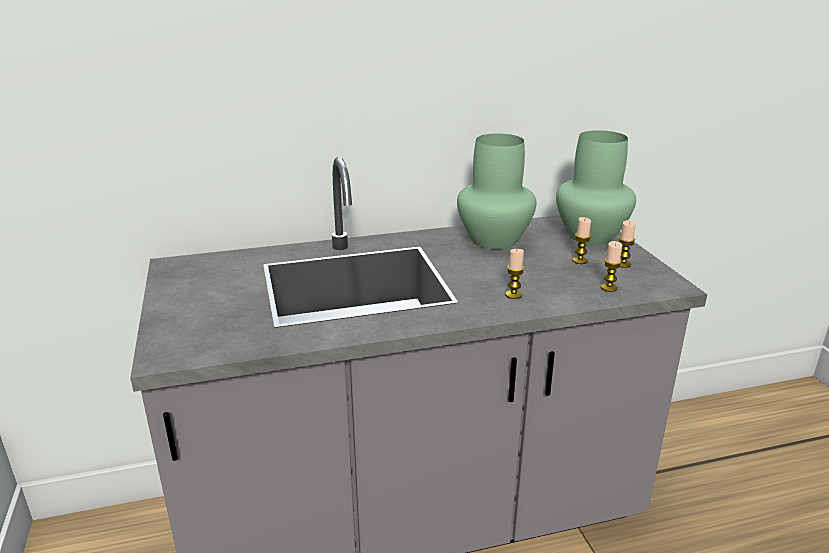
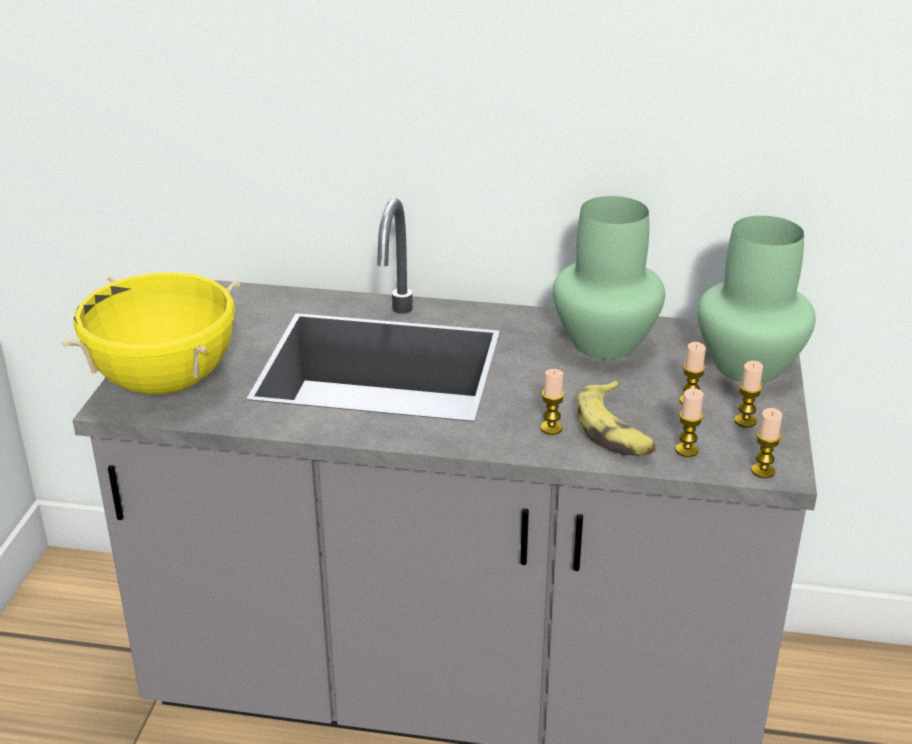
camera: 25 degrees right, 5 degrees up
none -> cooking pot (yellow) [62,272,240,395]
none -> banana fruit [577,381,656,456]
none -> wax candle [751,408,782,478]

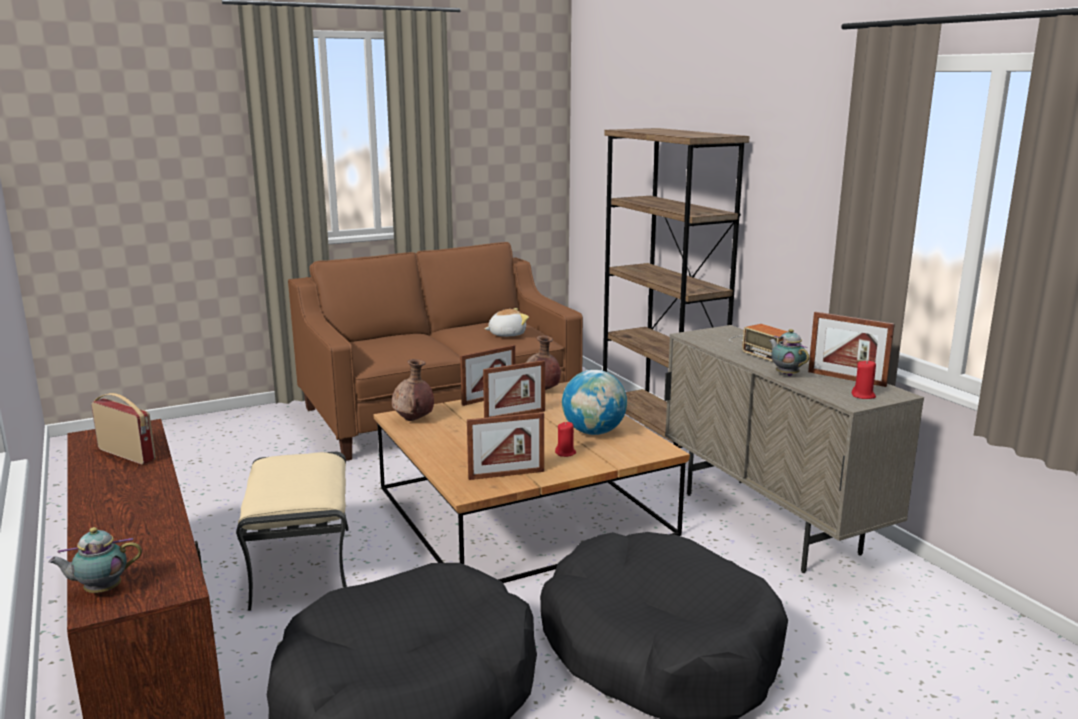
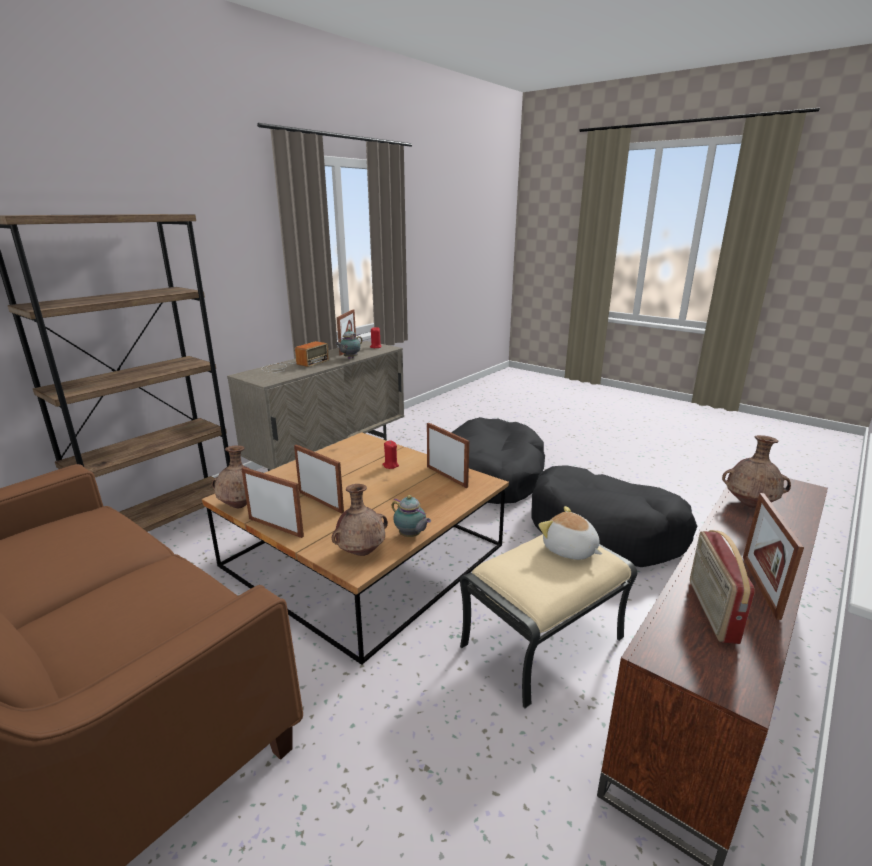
camera: 115 degrees left, 5 degrees up
plush toy [485,308,529,337] -> plush toy [538,506,602,560], move
globe [562,370,627,435] -> none
pot for tea [48,527,142,593] -> pot for tea [392,495,431,537], move
none -> vase (brown-coloured) [722,435,791,508]
none -> photo frame [743,493,804,620]

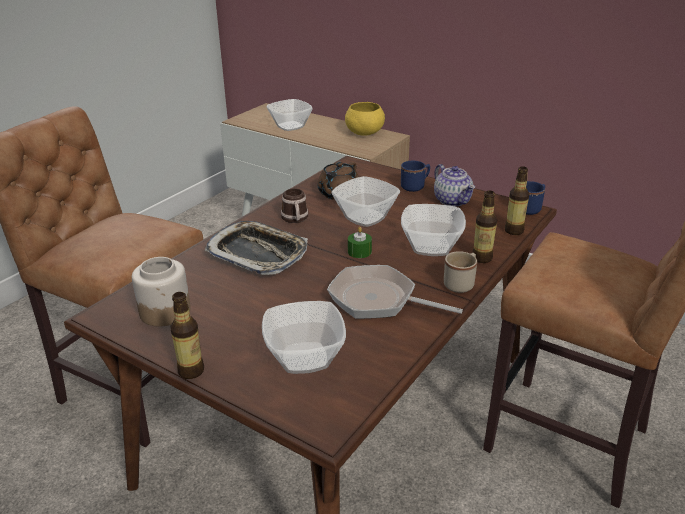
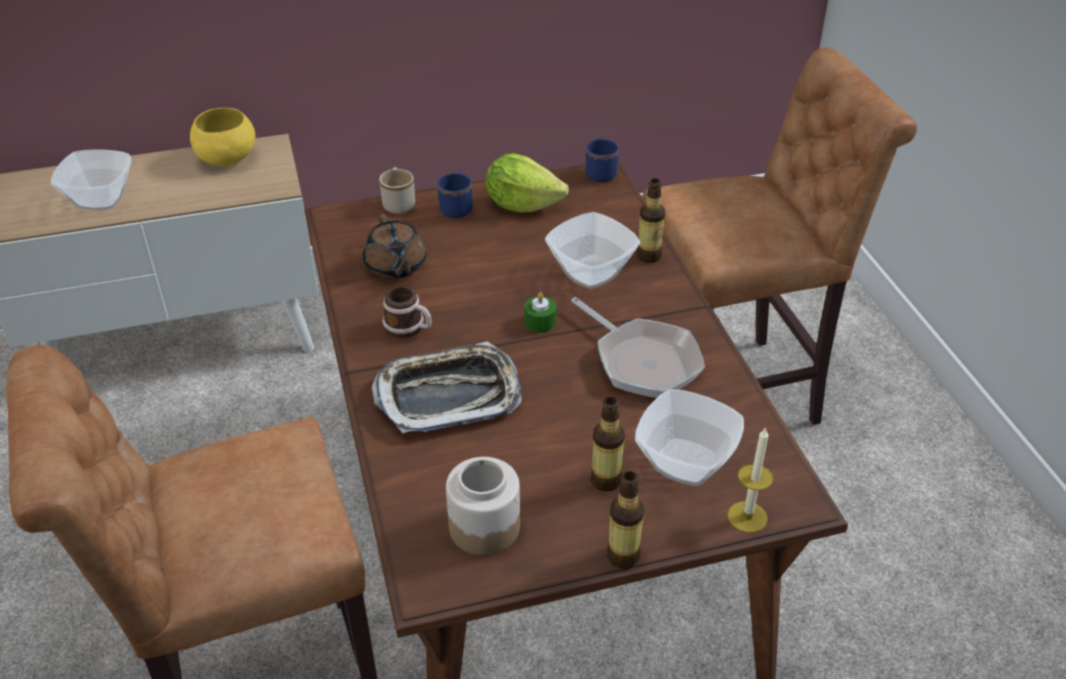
camera: 50 degrees left, 10 degrees up
pot for tea [434,164,475,207] -> lettuce [486,153,569,213]
drink bottle [505,166,529,235] -> drink bottle [590,397,625,491], move
serving bowl [331,176,400,227] -> none
tea mug (beige) [444,251,477,293] -> tea mug (beige) [379,167,415,214], move
frying pan [327,265,463,319] -> frying pan [571,297,705,398], 105 degrees counterclockwise
none -> wax candle [728,427,773,533]

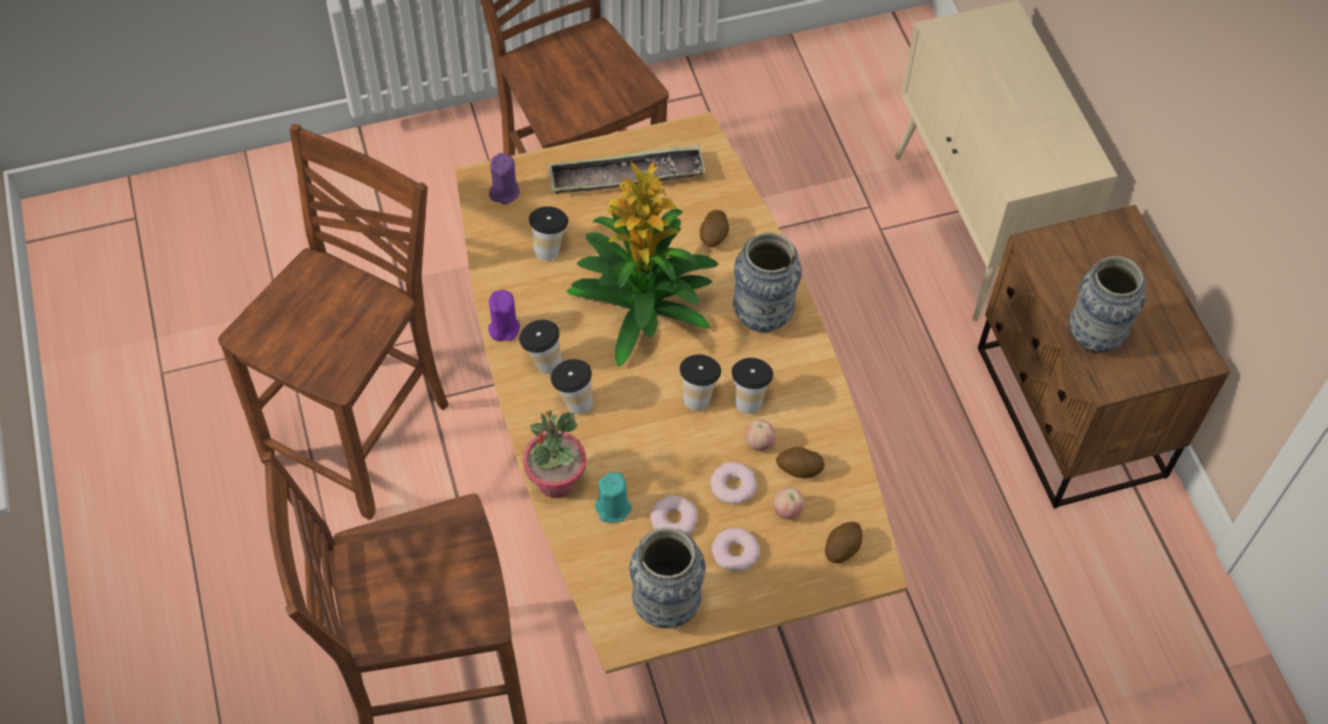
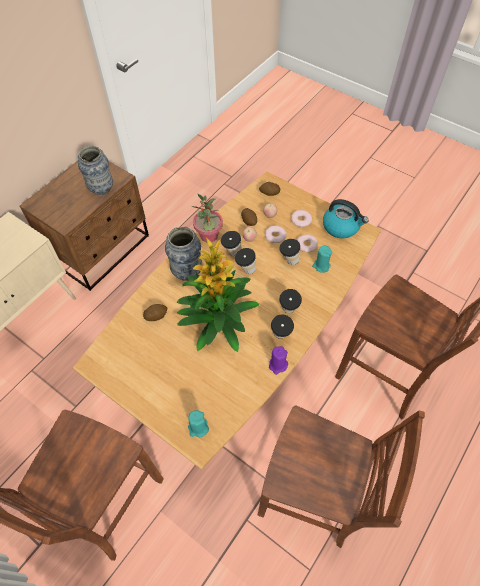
camera: 125 degrees left, 0 degrees up
plain chair (brown-coloured) [218,124,449,520] -> plain chair (brown-coloured) [258,405,425,548], 150 degrees counterclockwise
tray [547,145,706,194] -> none
wax candle (purple) [489,153,520,205] -> wax candle (turquoise-coloured) [188,410,209,437]
drinking cup [529,206,568,260] -> drinking cup [280,239,300,265], move
houseplant [523,410,586,498] -> houseplant [191,194,223,242], move
vase [629,528,705,629] -> tea kettle [323,199,369,239]

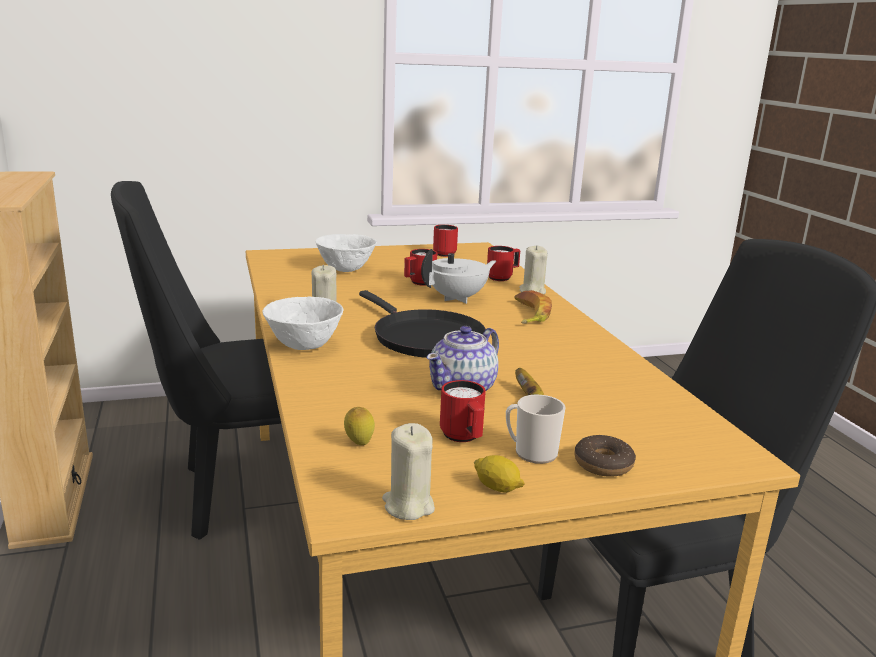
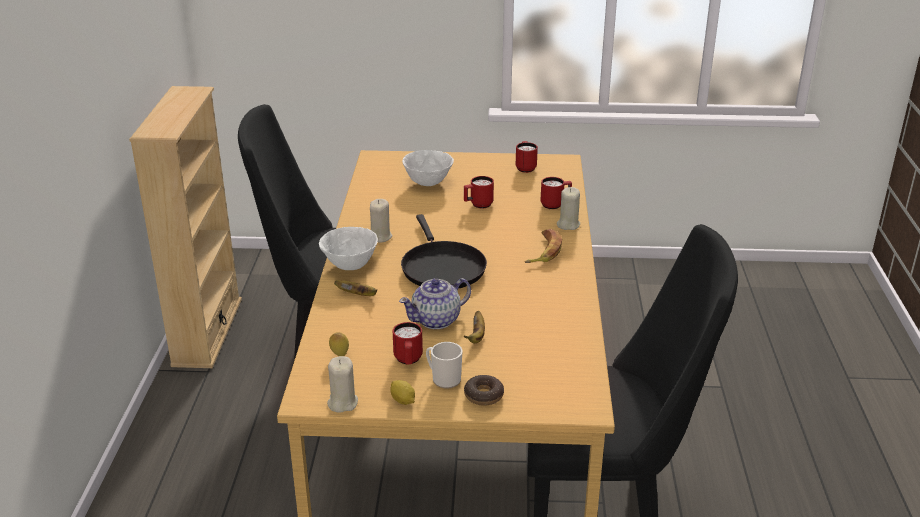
camera: 20 degrees right, 10 degrees up
pot for tea (whitish) [421,249,496,304] -> none
none -> banana fruit [334,280,377,296]

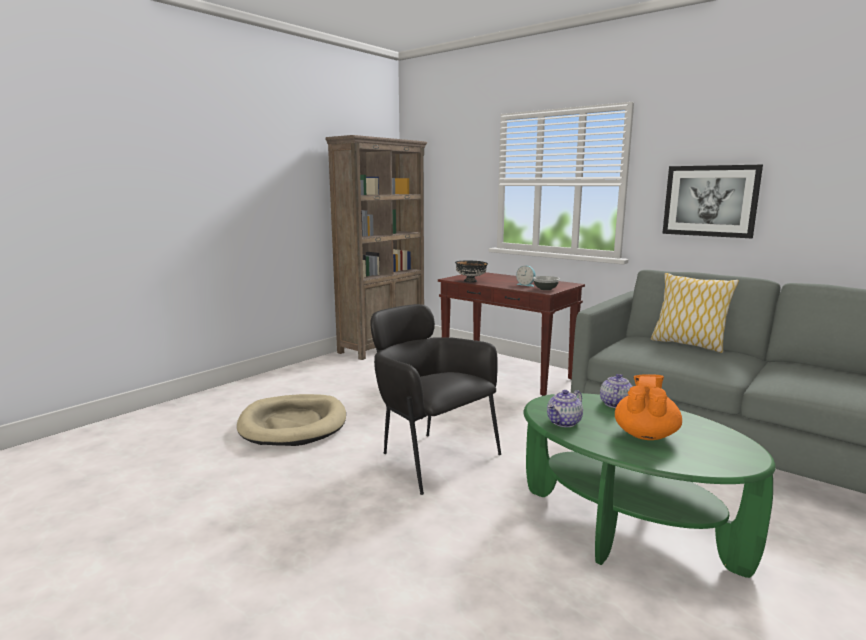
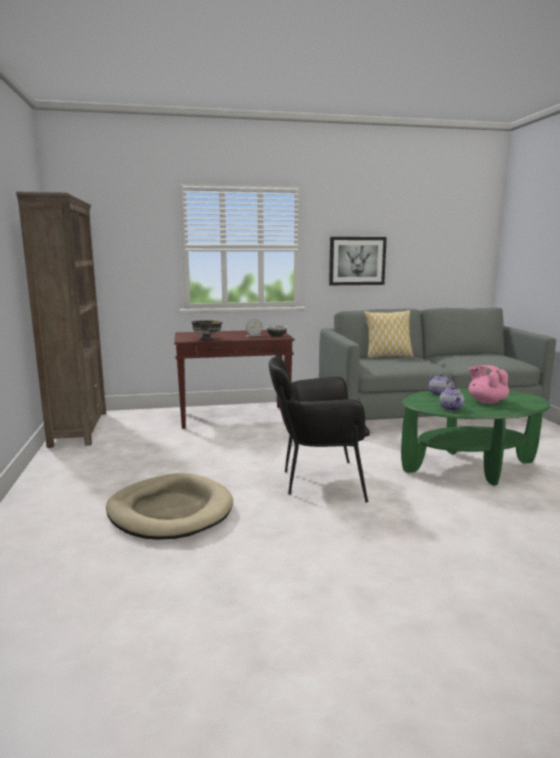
camera: 50 degrees left, 0 degrees up
pot for tea (orange-coloured) [615,374,682,440] -> pot for tea (pink) [469,365,509,404]

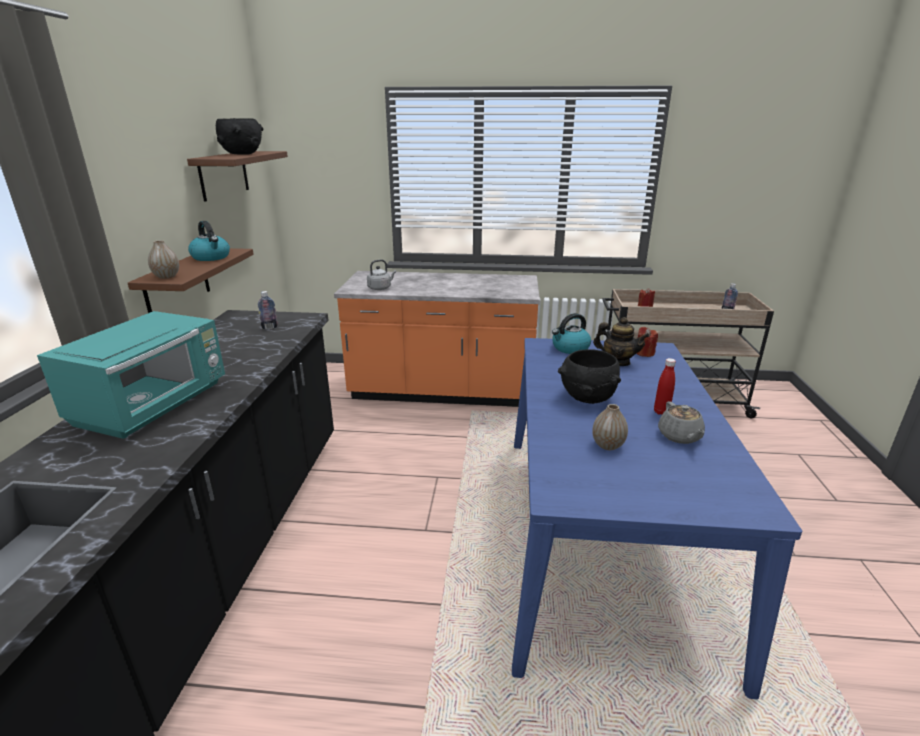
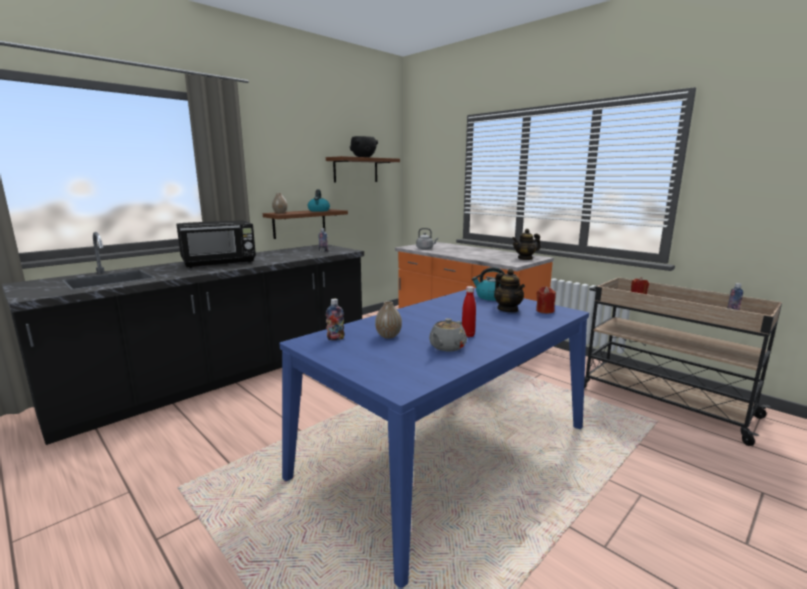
camera: 40 degrees right, 10 degrees down
microwave (turquoise-coloured) [37,311,225,439] -> microwave (blackish) [176,220,256,268]
serving bowl (blackish) [558,349,621,404] -> none
none -> pot for tea [512,229,541,260]
none -> drink bottle [326,299,345,341]

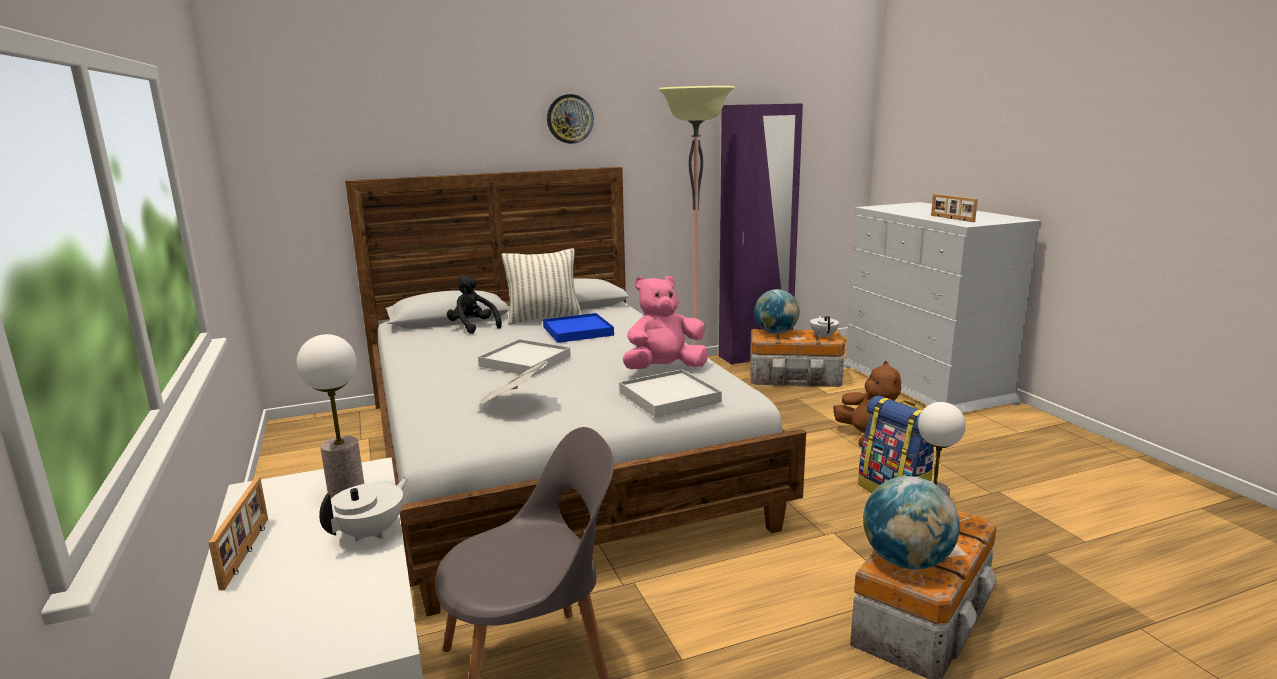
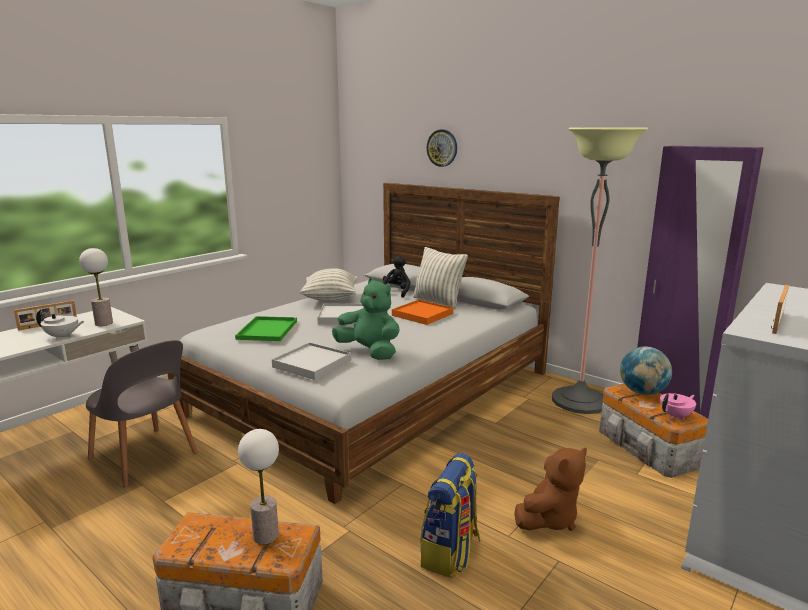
camera: 60 degrees right, 0 degrees up
wall clock [547,94,594,144] -> wall clock [427,130,457,167], move
plush toy (pink) [623,276,708,369] -> plush toy (green) [332,278,400,360]
tray (blue-coloured) [543,313,614,343] -> tray (orange-coloured) [392,300,453,325]
pot for tea (whitish) [810,316,839,338] -> pot for tea (pink) [660,393,696,420]
printed paper [478,361,548,406] -> tray (green) [235,316,297,341]
globe [863,476,960,570] -> none
none -> cushion [300,268,358,302]

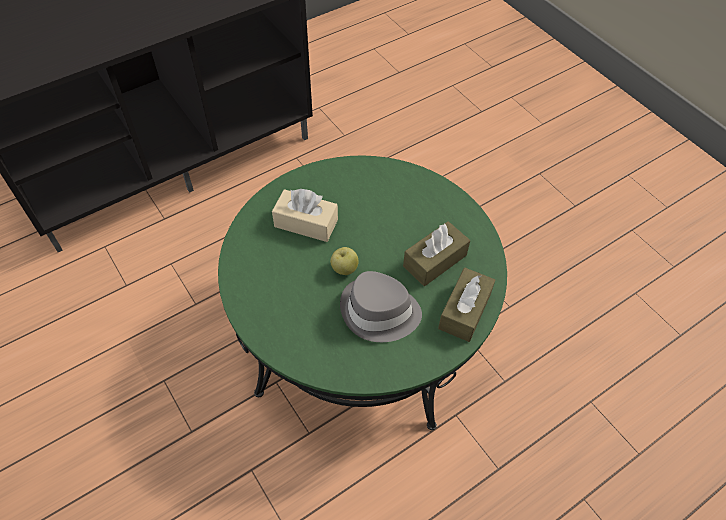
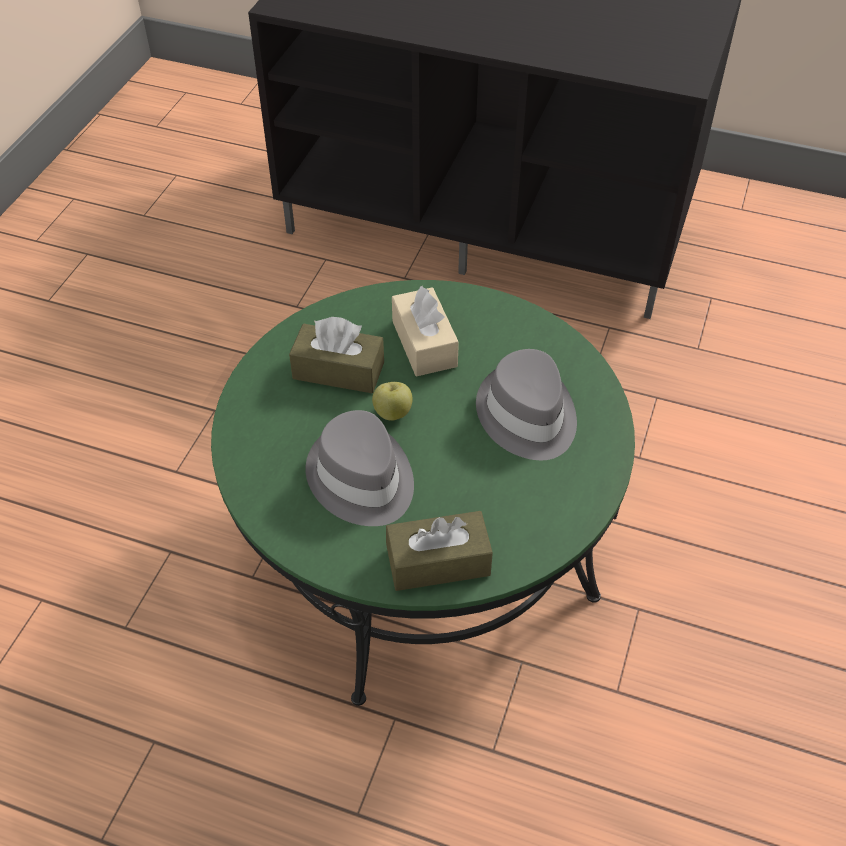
camera: 55 degrees right, 5 degrees down
tissue box (brown-coloured) [403,221,470,286] -> tissue box (brown-coloured) [289,317,384,393], move
none -> wearable hat (greyish) [476,349,577,460]

